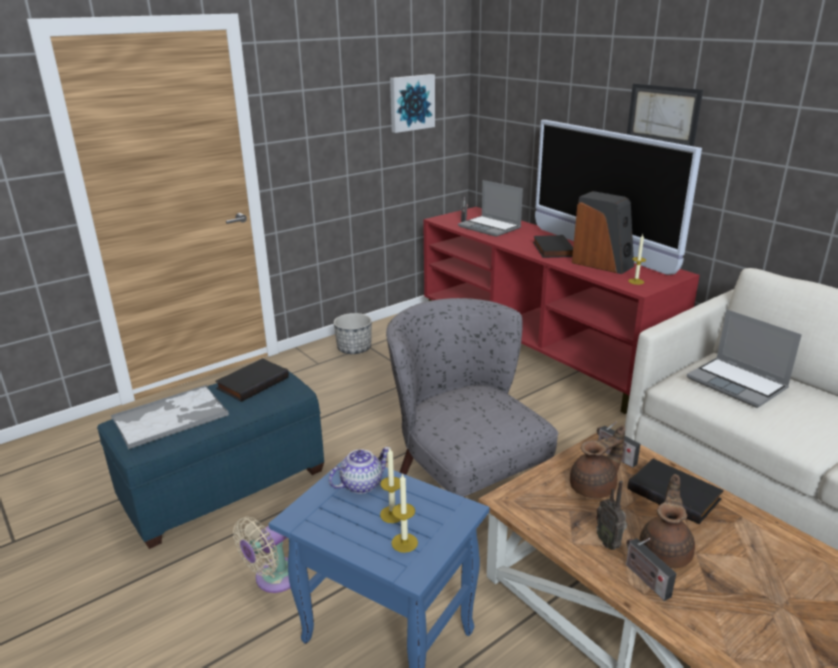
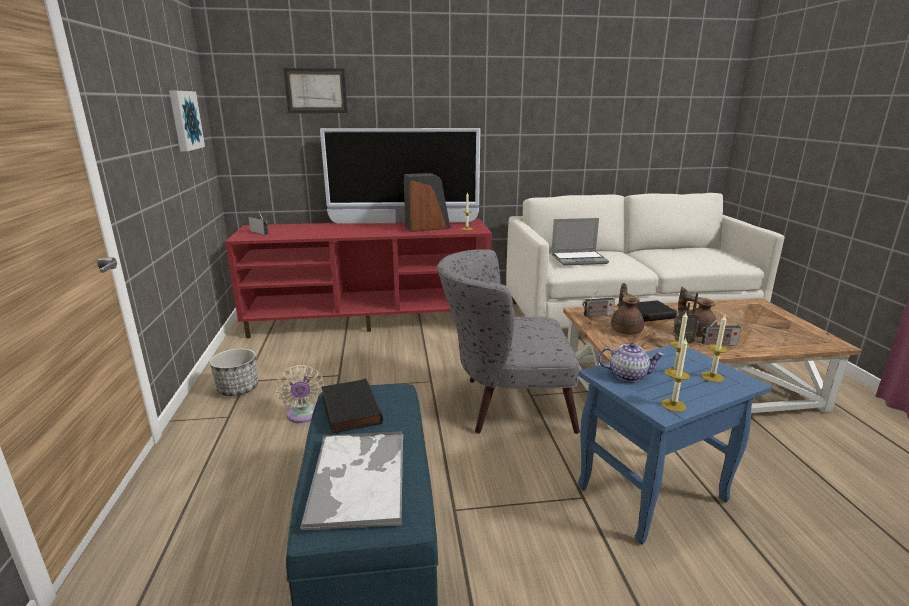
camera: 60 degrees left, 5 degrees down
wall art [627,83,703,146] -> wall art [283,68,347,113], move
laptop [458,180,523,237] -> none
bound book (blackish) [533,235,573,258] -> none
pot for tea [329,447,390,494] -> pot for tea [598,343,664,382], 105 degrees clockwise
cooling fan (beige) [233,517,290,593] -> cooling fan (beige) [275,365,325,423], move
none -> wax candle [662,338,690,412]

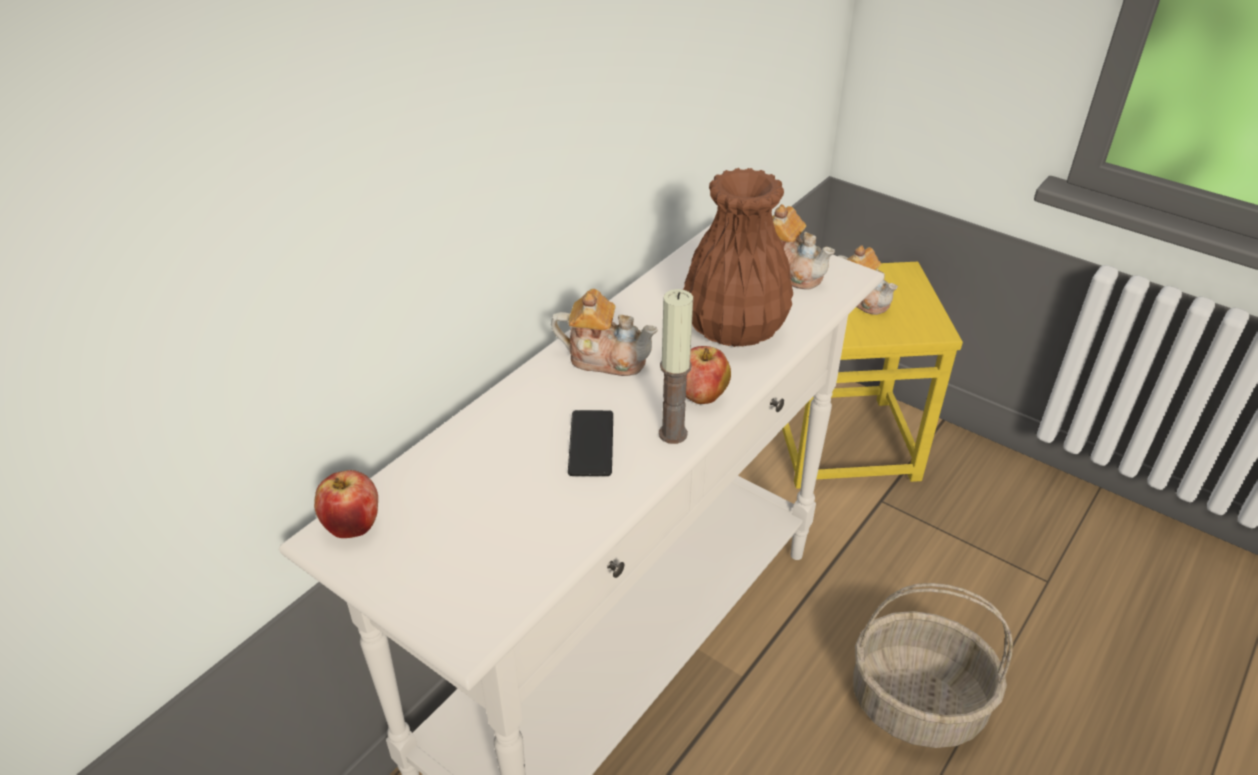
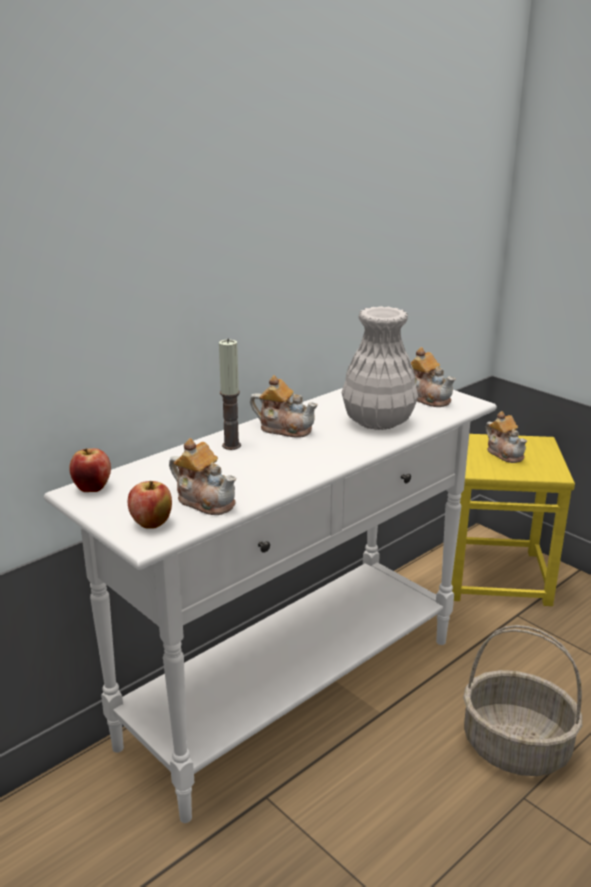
camera: 10 degrees right, 15 degrees down
vase (brown-coloured) [683,168,793,347] -> vase (whitish) [342,306,418,430]
wax candle [659,289,693,444] -> wax candle [219,339,241,450], move
apple [686,346,731,404] -> apple [128,481,172,528], move
handset [568,410,613,476] -> none
none -> pot for tea [169,438,236,515]

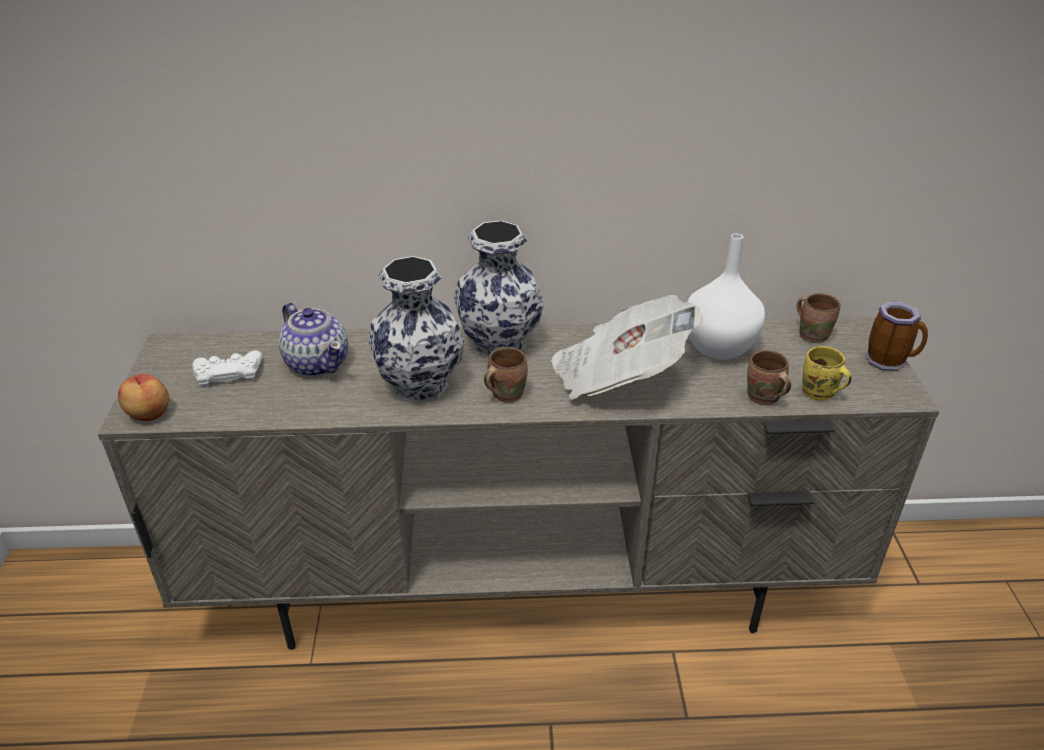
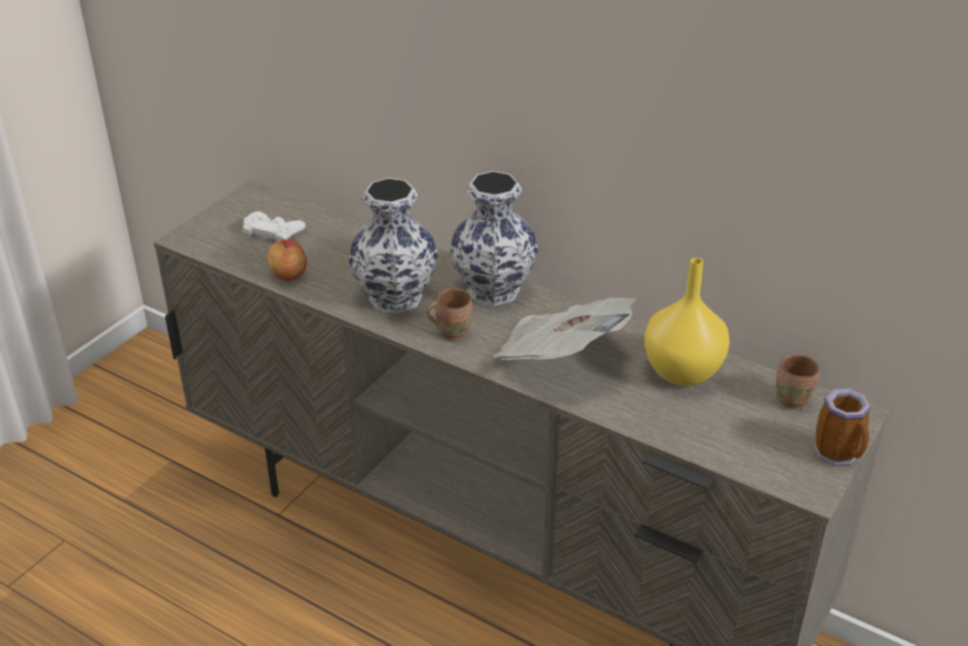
camera: 35 degrees right, 0 degrees up
vase (whitish) [687,234,765,360] -> vase (yellow) [644,258,730,386]
pot for tea [279,302,348,377] -> none
tea mug (yellow) [803,346,852,401] -> none
tea mug (brown-coloured) [747,350,791,405] -> none
apple [118,374,169,421] -> apple [267,239,307,281], move

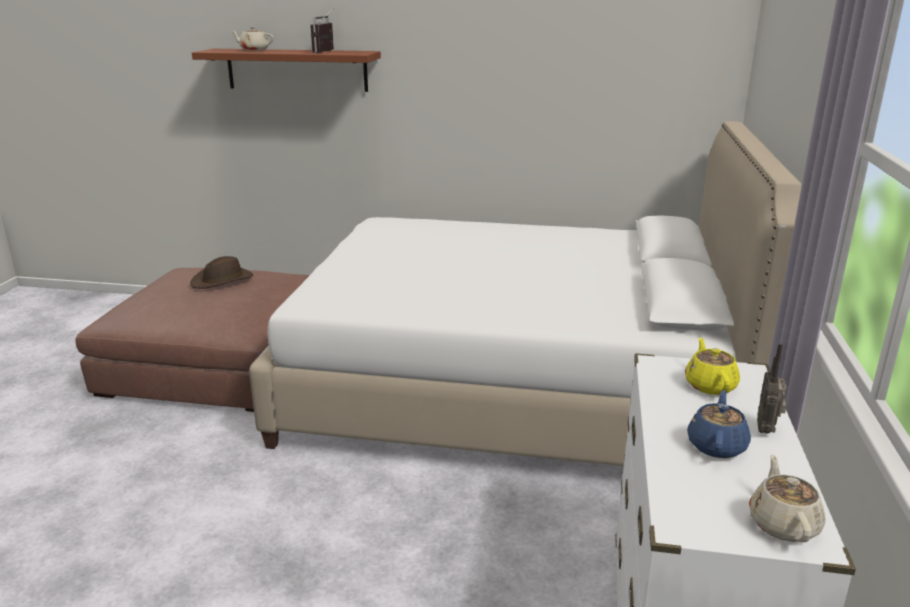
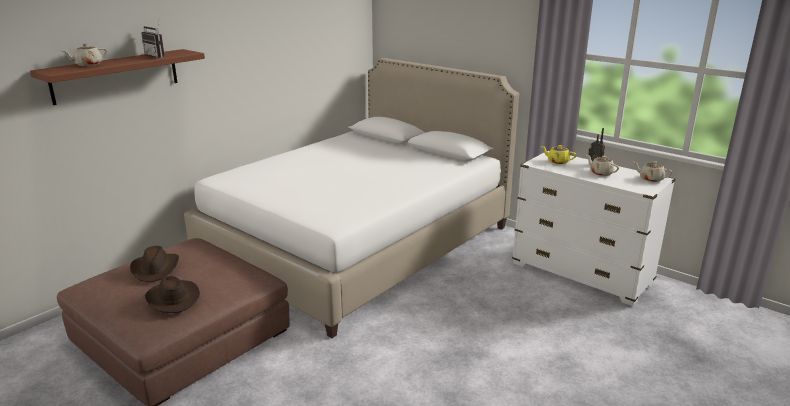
camera: 60 degrees left, 0 degrees up
pot for tea (blue-coloured) [687,390,751,458] -> pot for tea (beige) [587,155,619,176]
none -> wearable hat (brown-coloured) [145,276,200,313]

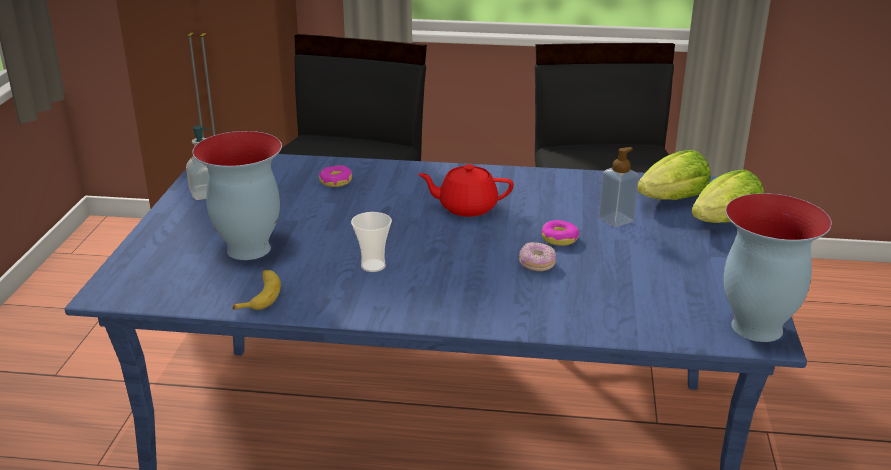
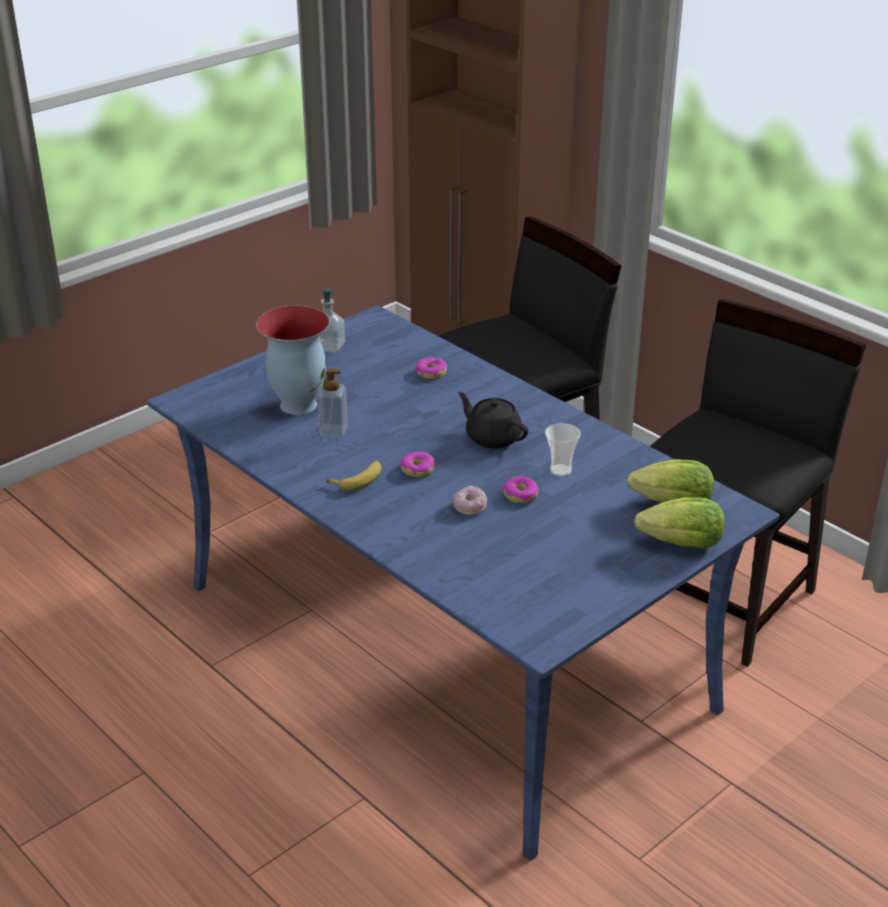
camera: 40 degrees right, 5 degrees up
soap bottle [599,147,639,227] -> soap bottle [317,368,348,438], move
pot for tea (red-coloured) [418,164,514,217] -> pot for tea (blackish) [458,392,528,449]
vase [724,193,832,342] -> none
drinking cup [351,212,392,272] -> drinking cup [545,423,581,477], move
banana fruit [233,270,281,310] -> banana fruit [326,461,382,491], move
none -> doughnut [400,452,435,477]

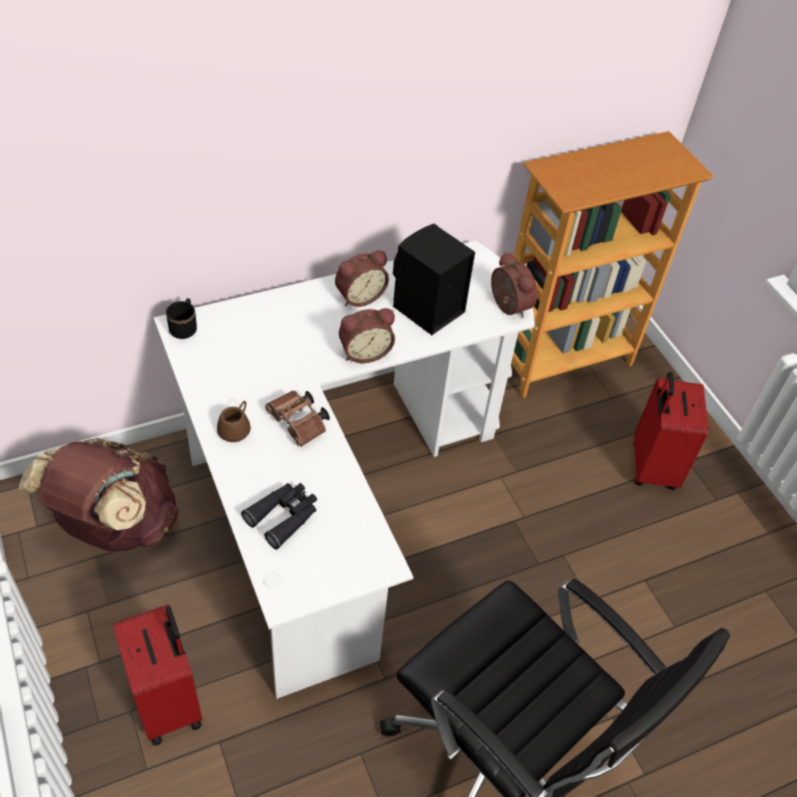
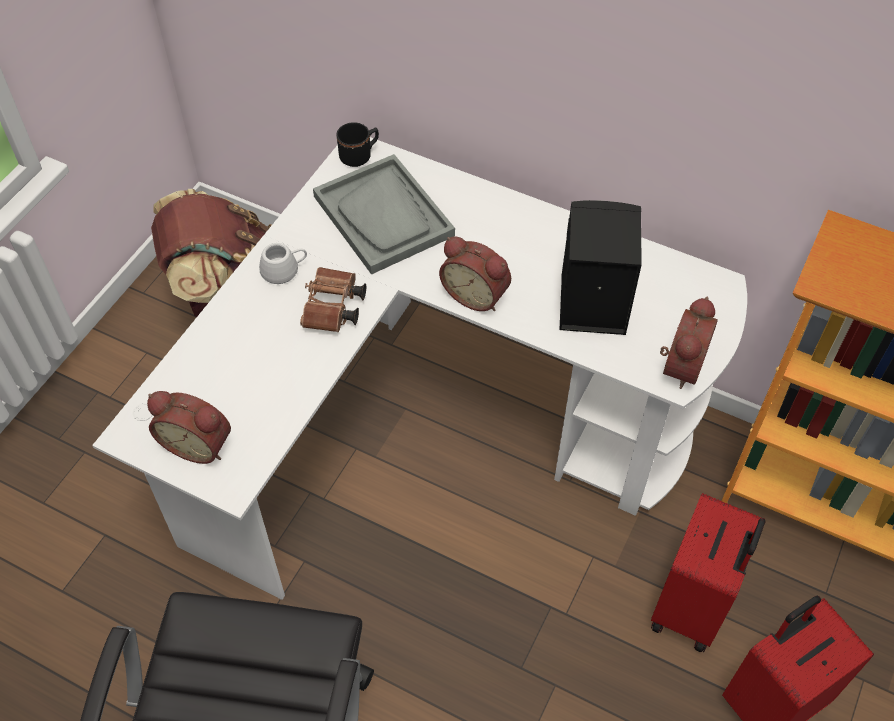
camera: 55 degrees right, 5 degrees up
table clock [335,250,389,307] -> table clock [147,391,231,464], move
tea mug (brown-coloured) [217,401,251,442] -> tea mug (whitish) [259,243,307,284]
binoculars (blackish) [241,483,317,549] -> none
piece of luggage (red-coloured) [113,604,202,746] -> piece of luggage (red-coloured) [651,493,765,653], move
none -> tray (greyish) [313,154,455,275]

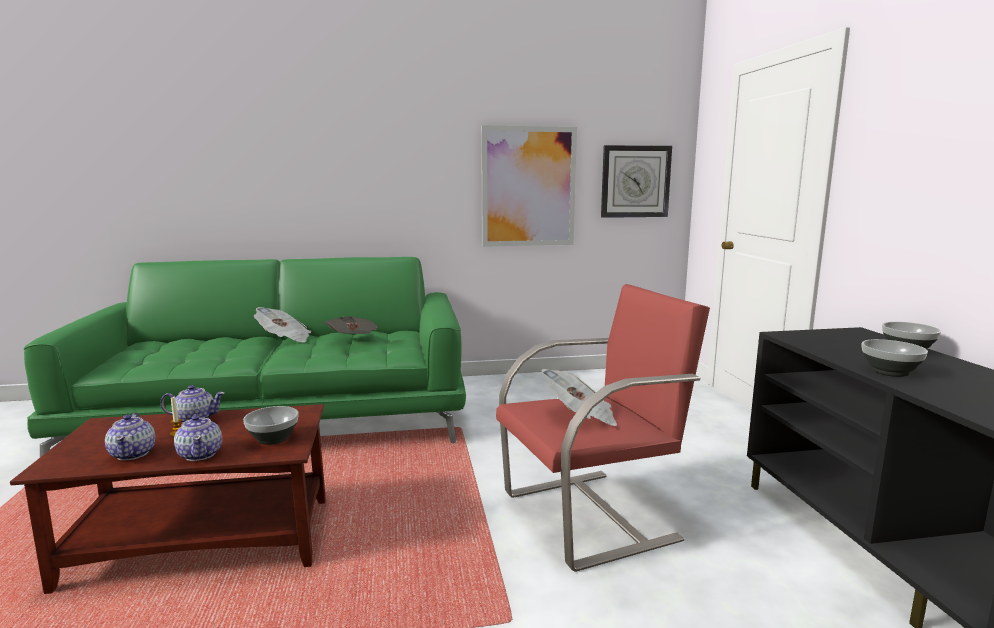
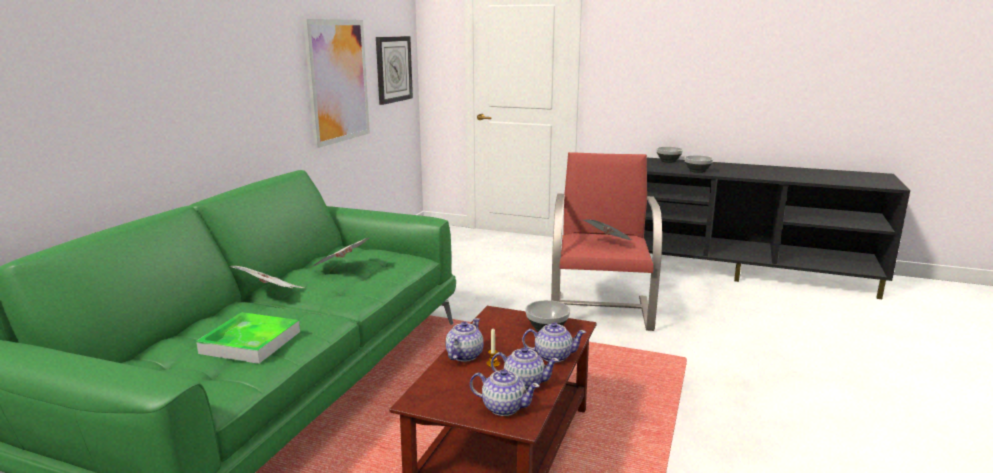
camera: 60 degrees left, 5 degrees up
none -> tray [196,312,300,364]
none -> pot for tea [470,369,540,416]

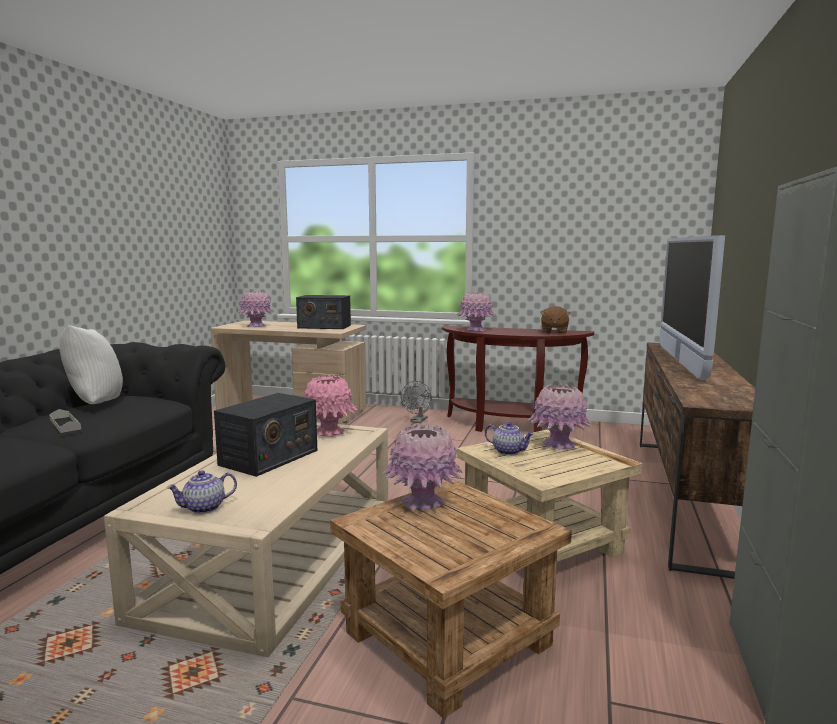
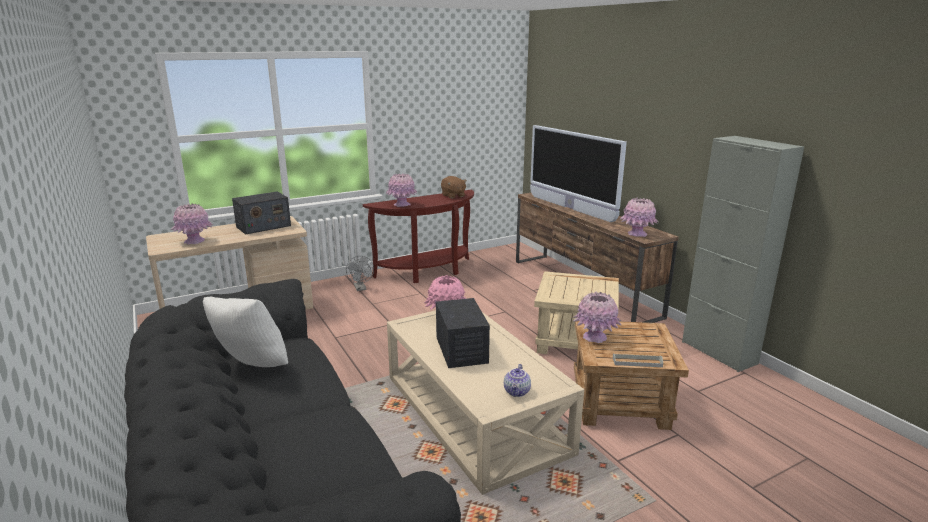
camera: 45 degrees left, 10 degrees up
vase (pink) [528,384,592,450] -> vase (pink) [619,198,659,237], move
tray (greyish) [49,409,81,433] -> tray (greyish) [613,354,663,367], move
pot for tea [485,422,534,455] -> none

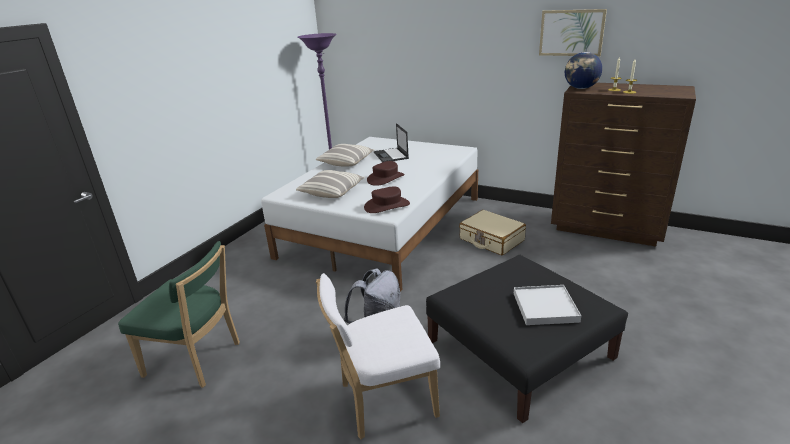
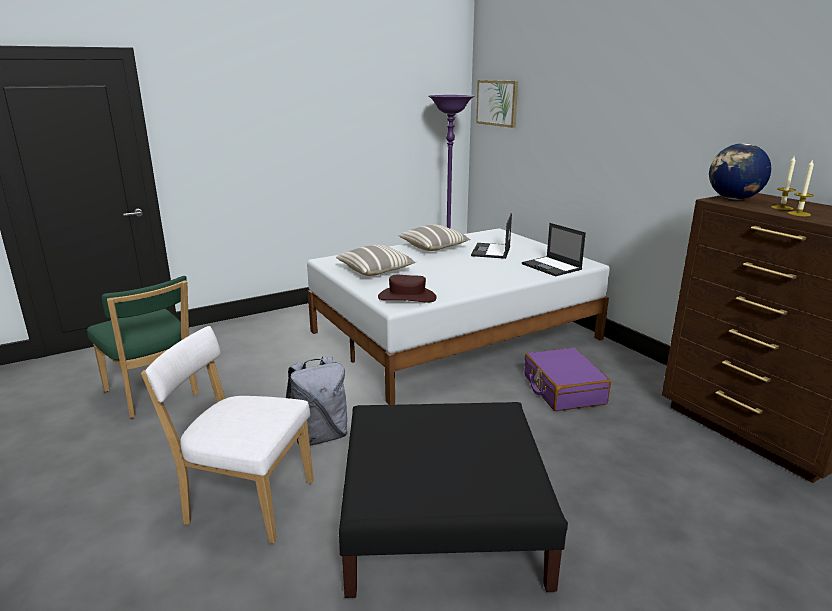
camera: 30 degrees right, 5 degrees down
wall art [539,9,607,56] -> wall art [476,80,518,128], move
wearable hat (brown-coloured) [367,161,405,186] -> none
piece of luggage (beige) [459,210,526,255] -> piece of luggage (purple) [524,347,611,411]
tray (whitish) [514,285,581,325] -> none
none -> laptop [522,223,586,277]

